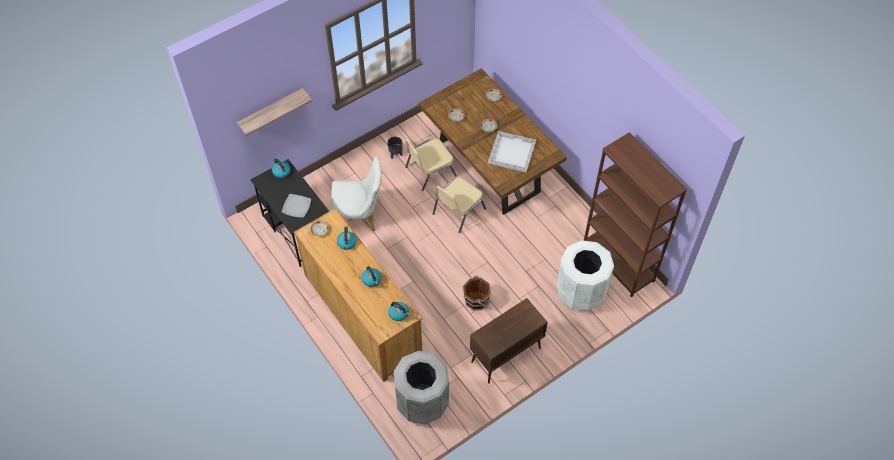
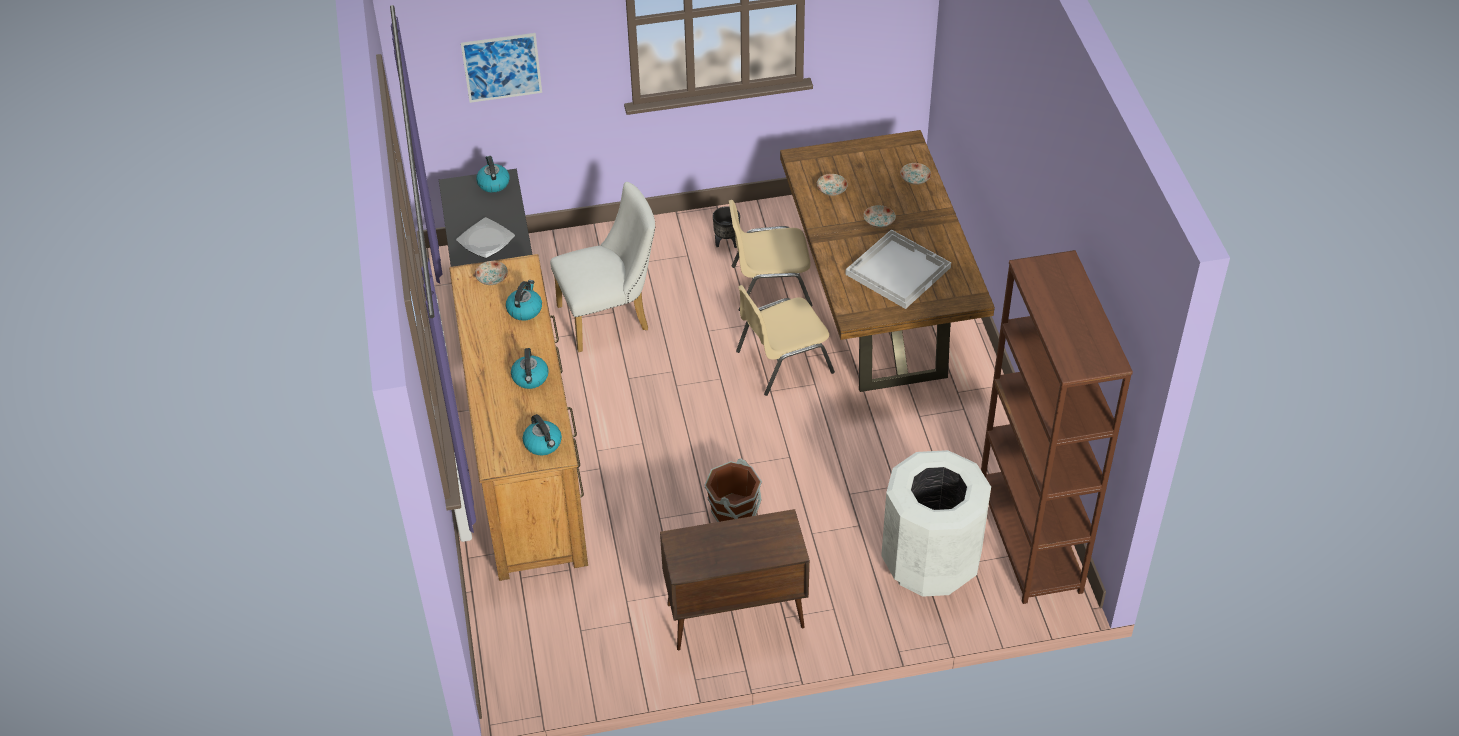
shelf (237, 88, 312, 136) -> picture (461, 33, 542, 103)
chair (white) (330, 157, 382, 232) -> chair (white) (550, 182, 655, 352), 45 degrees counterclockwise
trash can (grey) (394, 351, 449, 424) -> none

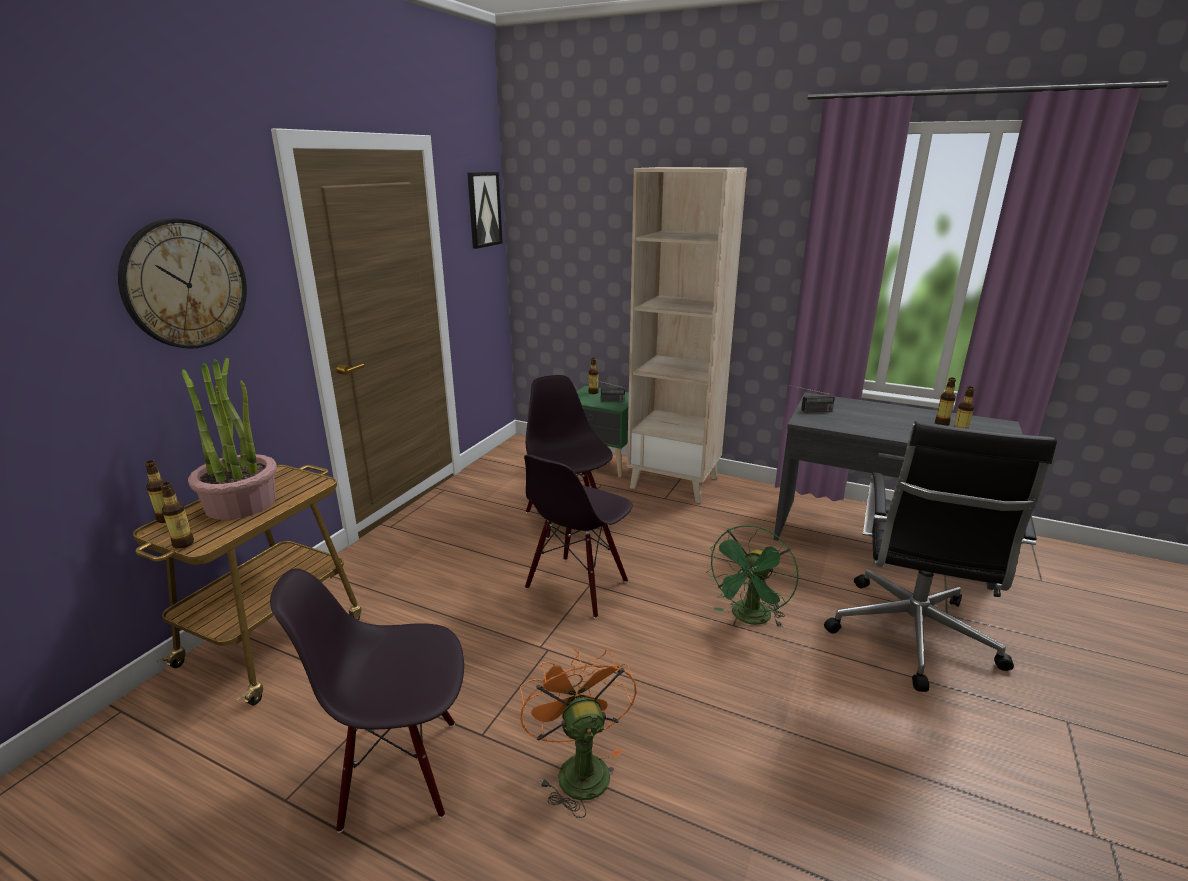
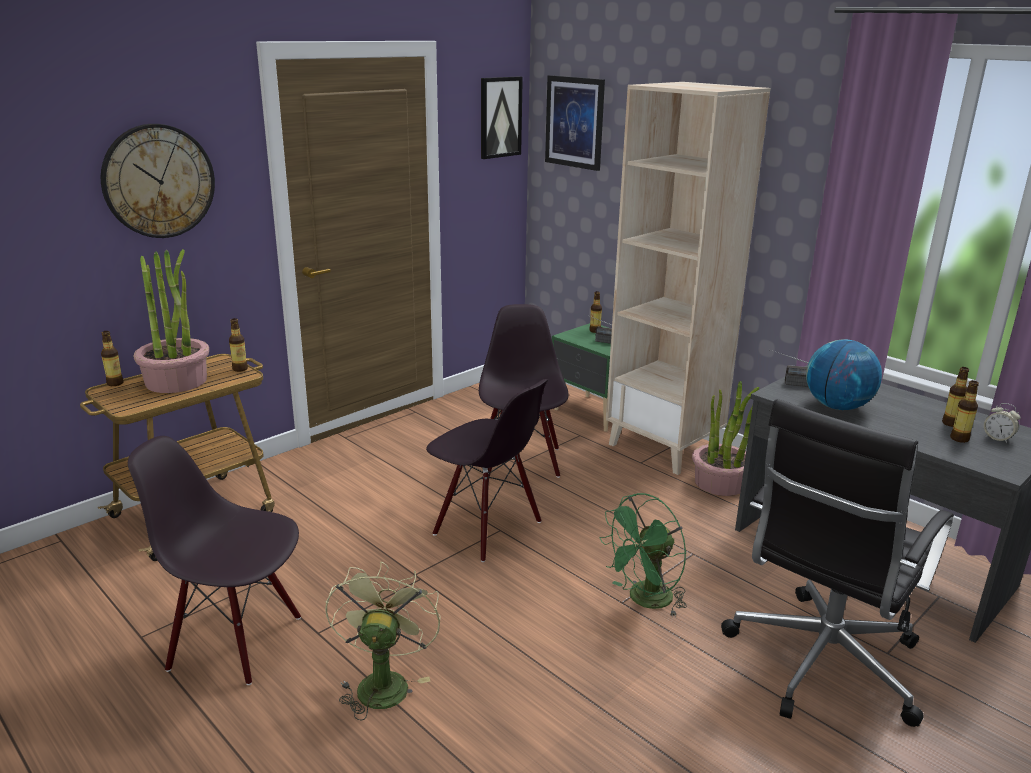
chair (black) (524, 455, 633, 618) -> chair (black) (426, 379, 548, 562), 105 degrees counterclockwise
bottle (161, 482, 194, 549) -> bottle (229, 318, 248, 372), moved
fan (orange) (520, 649, 637, 818) -> fan (green) (325, 561, 441, 721)
none -> picture (545, 75, 605, 171)
none -> globe (806, 339, 882, 410)
none -> potted plant (692, 381, 759, 496)
none -> alarm clock (984, 403, 1020, 443)

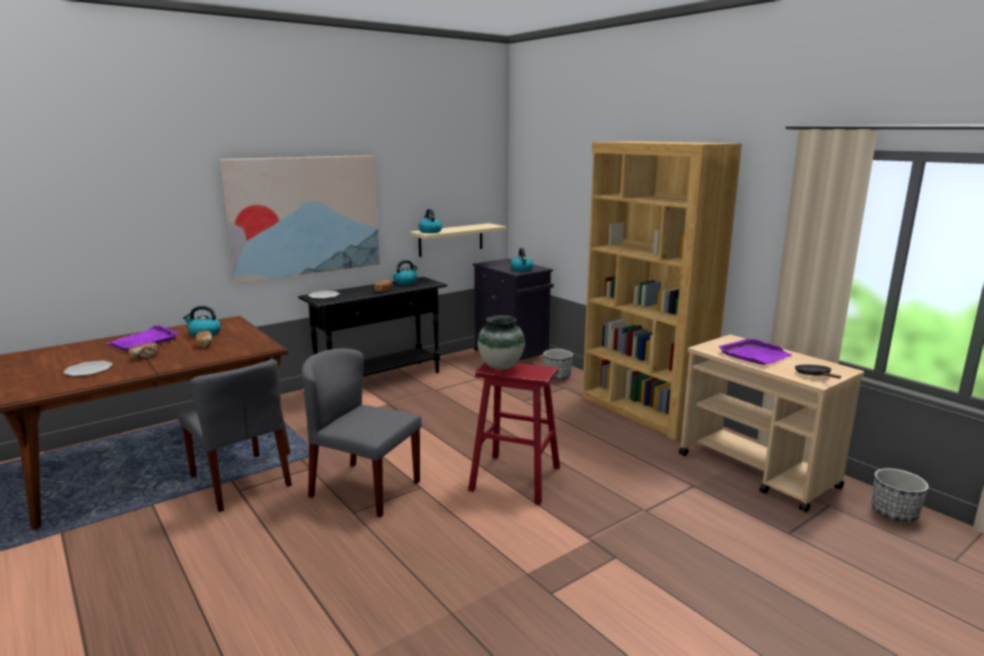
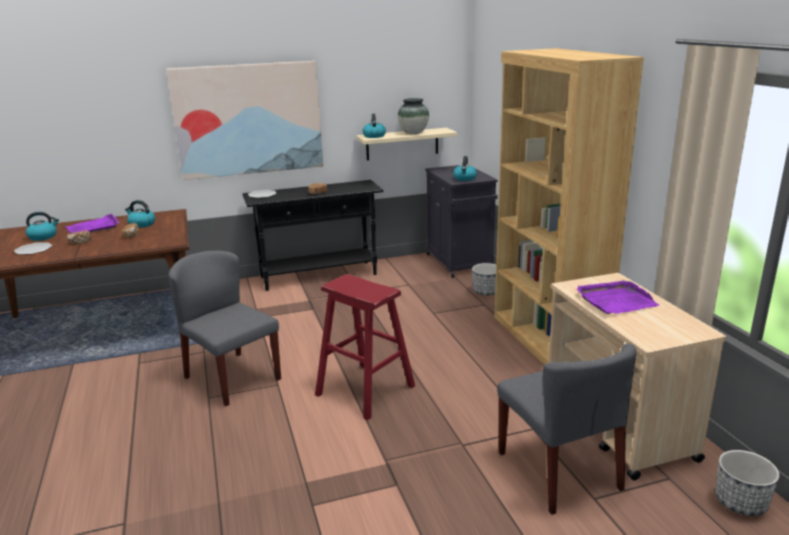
kettle (393, 260, 418, 285) -> kettle (26, 212, 59, 241), moved
vase (478, 315, 525, 370) -> vase (398, 98, 429, 134), moved
chair (grey) (178, 359, 292, 512) -> chair (grey) (497, 343, 637, 515), moved
frying pan (black) (795, 365, 841, 379) -> none

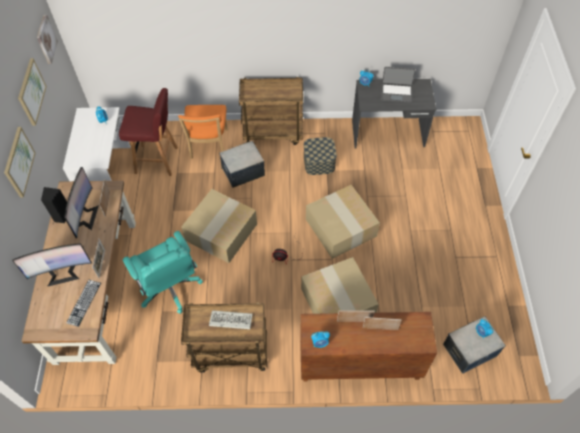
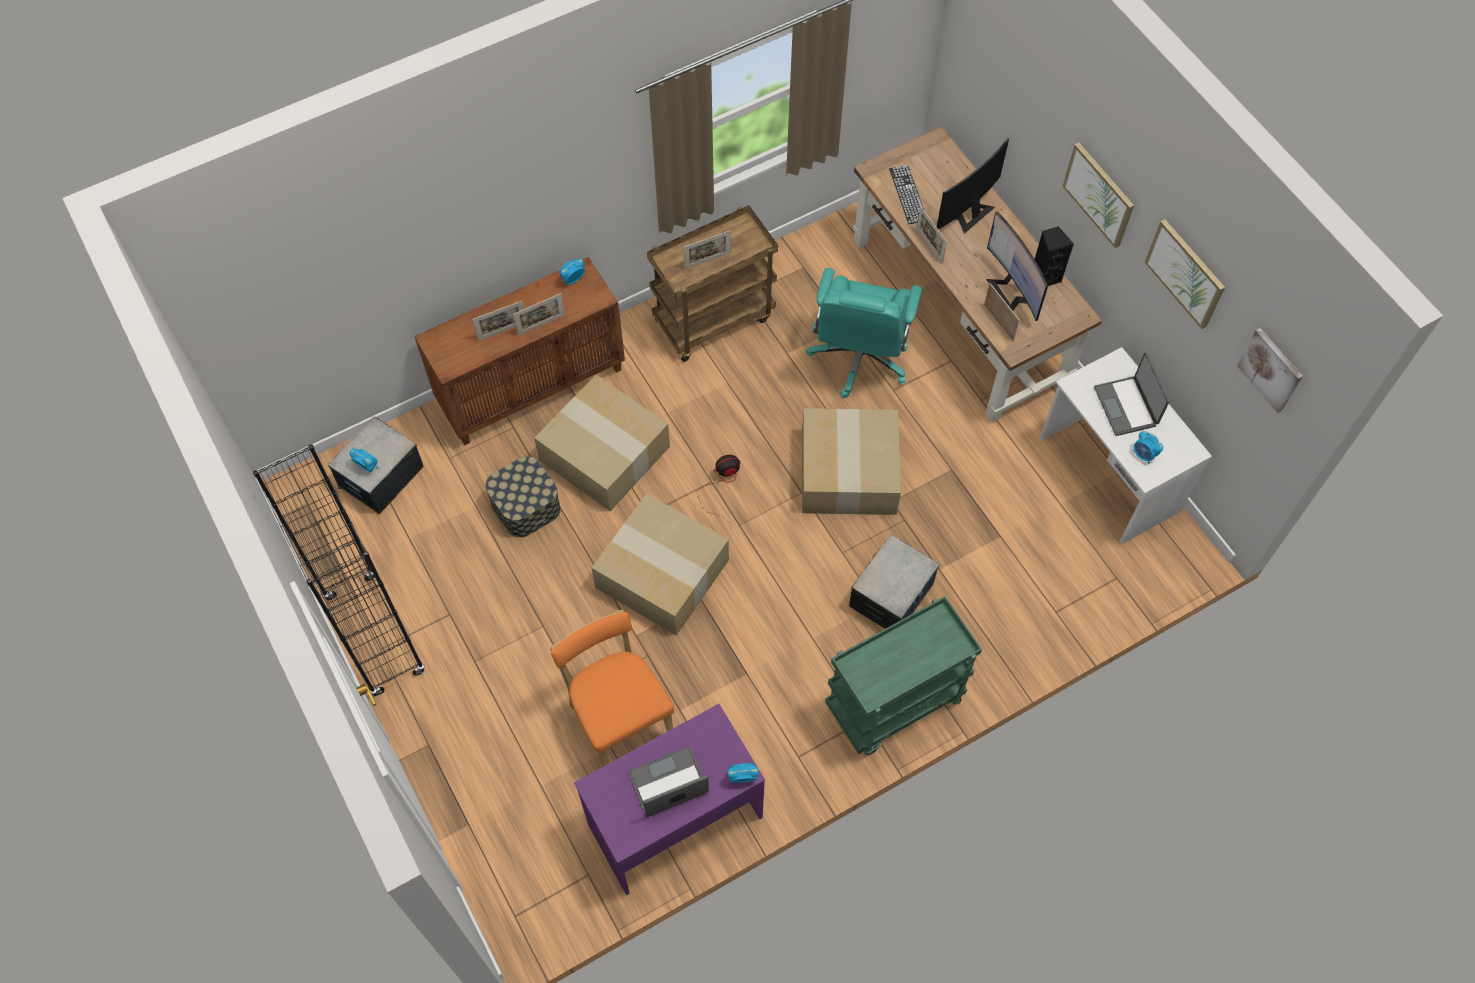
cart (brown) (239, 77, 303, 145) -> cart (green) (825, 596, 982, 755)
desk (grey) (352, 79, 436, 148) -> desk (purple) (574, 704, 765, 895)
stool (red) (119, 88, 178, 176) -> none
chair (orange) (178, 105, 228, 159) -> chair (orange) (550, 610, 674, 766), moved
storage box (304, 137, 337, 175) -> storage box (485, 456, 561, 538), moved
office chair (turquoise) (123, 231, 203, 314) -> office chair (turquoise) (806, 268, 922, 398), 105 degrees counterclockwise
keyboard (209, 310, 252, 329) -> picture frame (683, 230, 731, 269)
none -> laptop (1094, 352, 1170, 436)
none -> bookcase (black) (253, 444, 425, 697)

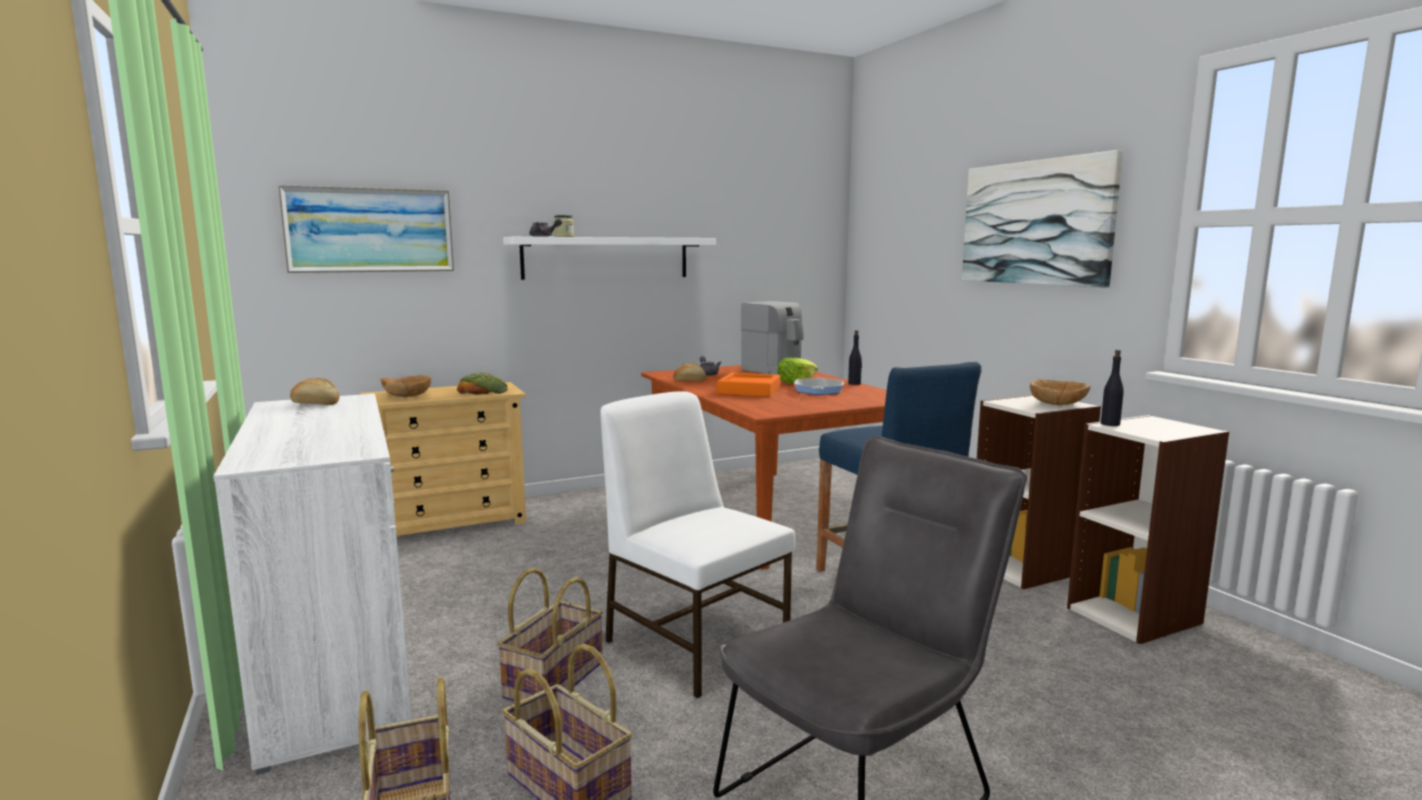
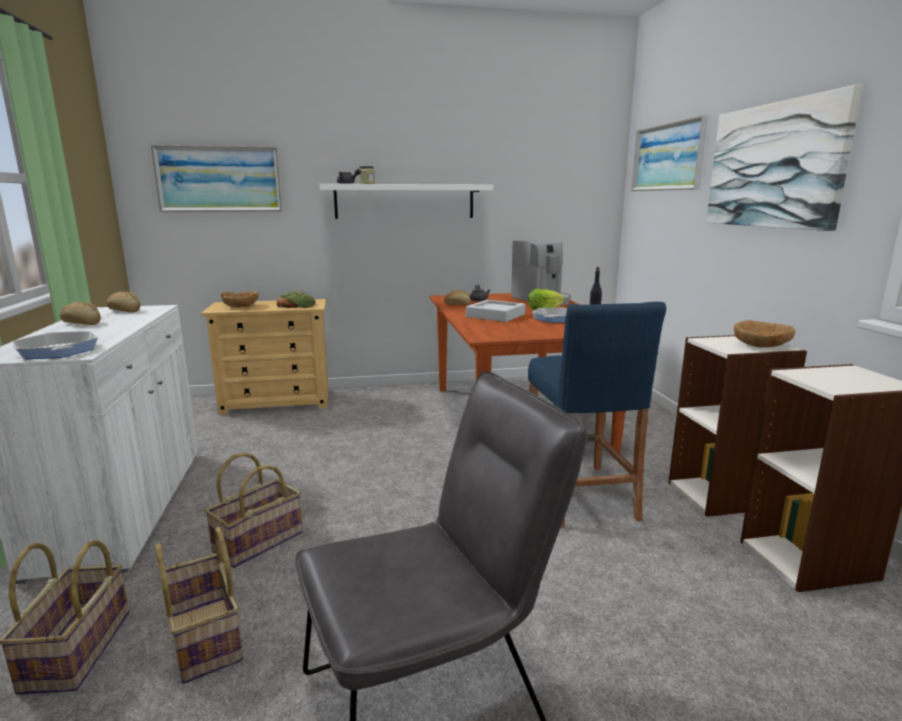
bottle (black) (1101, 350, 1124, 426) -> none
tray (orange) (717, 373, 781, 397) -> tray (grey) (466, 300, 526, 322)
chair (white) (600, 391, 795, 698) -> none
none -> picture (631, 115, 708, 191)
none -> bread (60, 302, 101, 325)
none -> frying pan (12, 331, 98, 359)

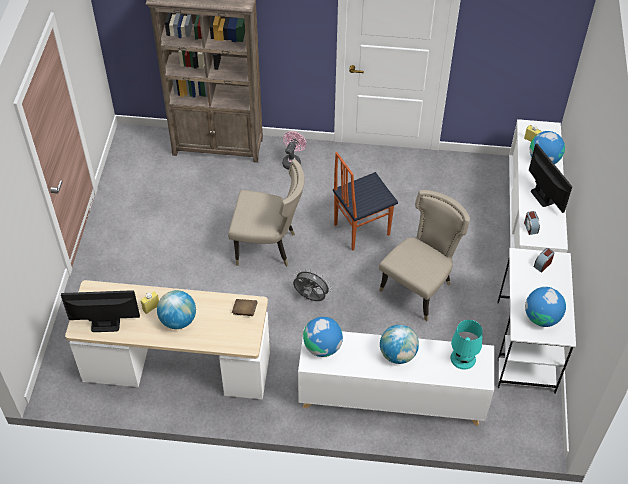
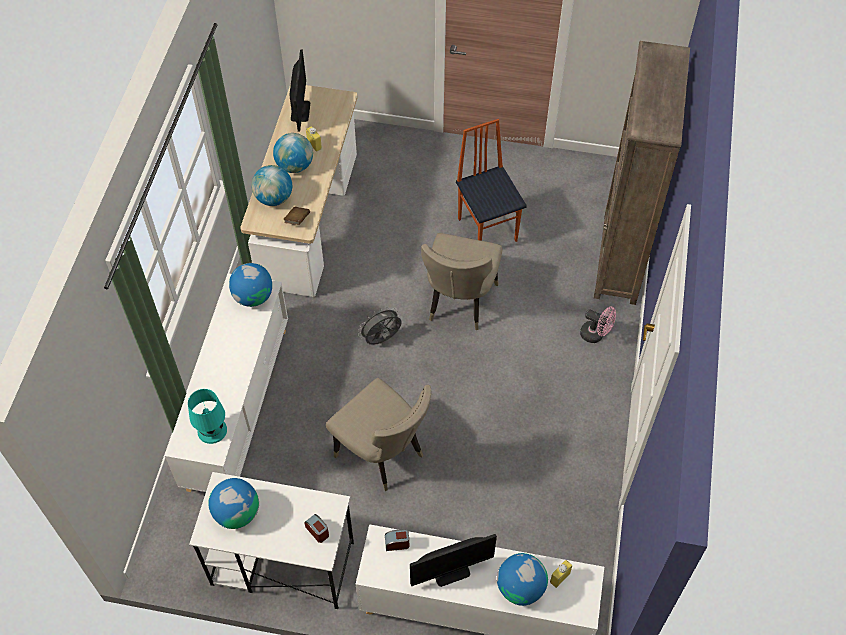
chair (333, 152, 398, 251) -> chair (456, 119, 527, 242), moved
fan (grey) (293, 269, 332, 301) -> fan (grey) (358, 307, 402, 345), 150 degrees counterclockwise
globe (380, 325, 419, 364) -> globe (252, 165, 292, 206), moved

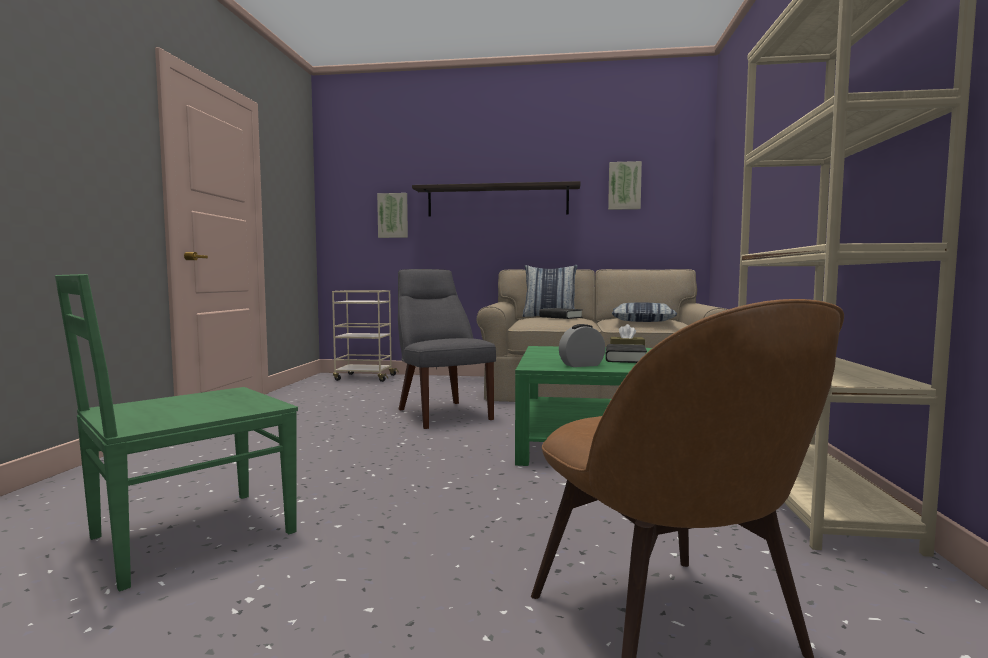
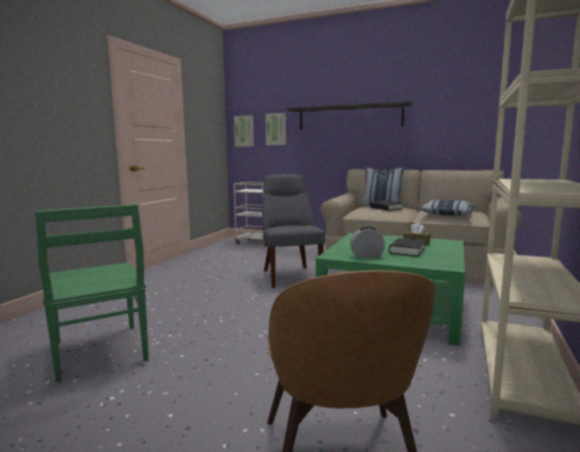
picture (608, 161, 642, 210) -> picture (234, 115, 254, 147), moved
chair (green) (55, 274, 298, 591) -> chair (green) (35, 204, 149, 383), 90 degrees counterclockwise

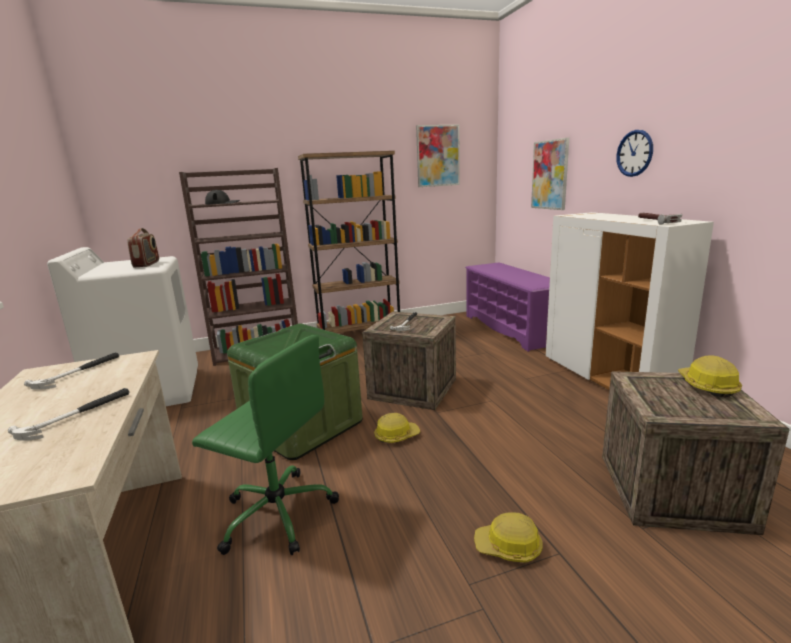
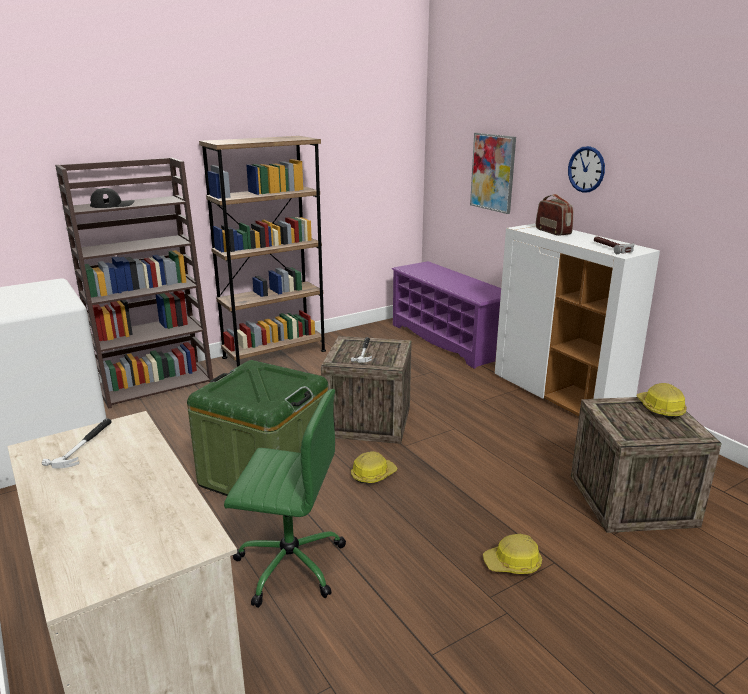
picture (416, 125, 460, 187) -> none
radio (128, 228, 159, 267) -> radio (536, 194, 574, 236), moved
hammer (8, 388, 129, 440) -> none

